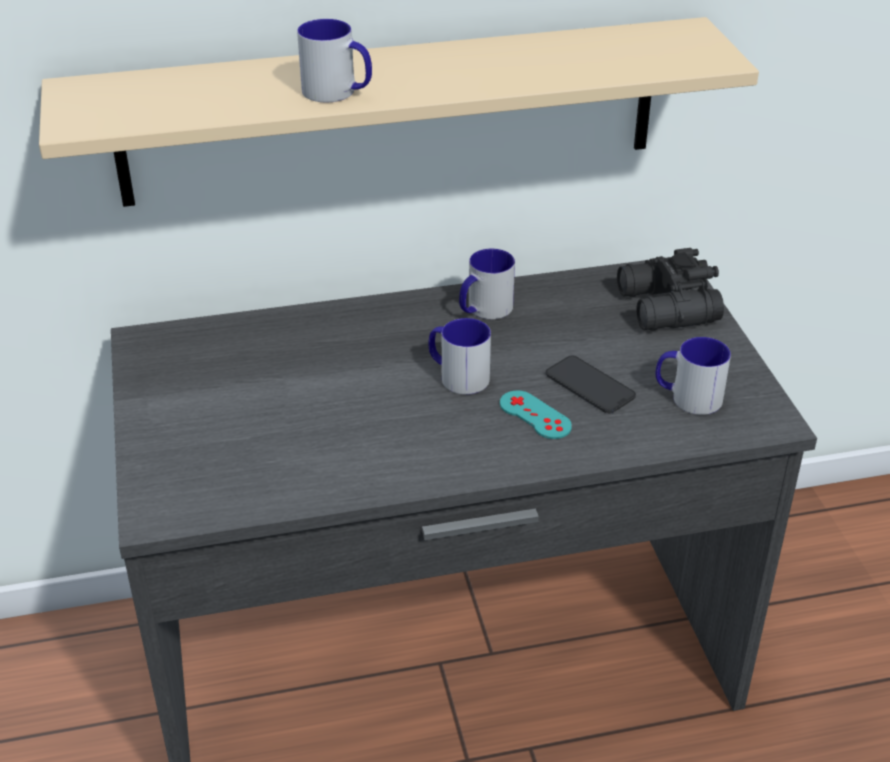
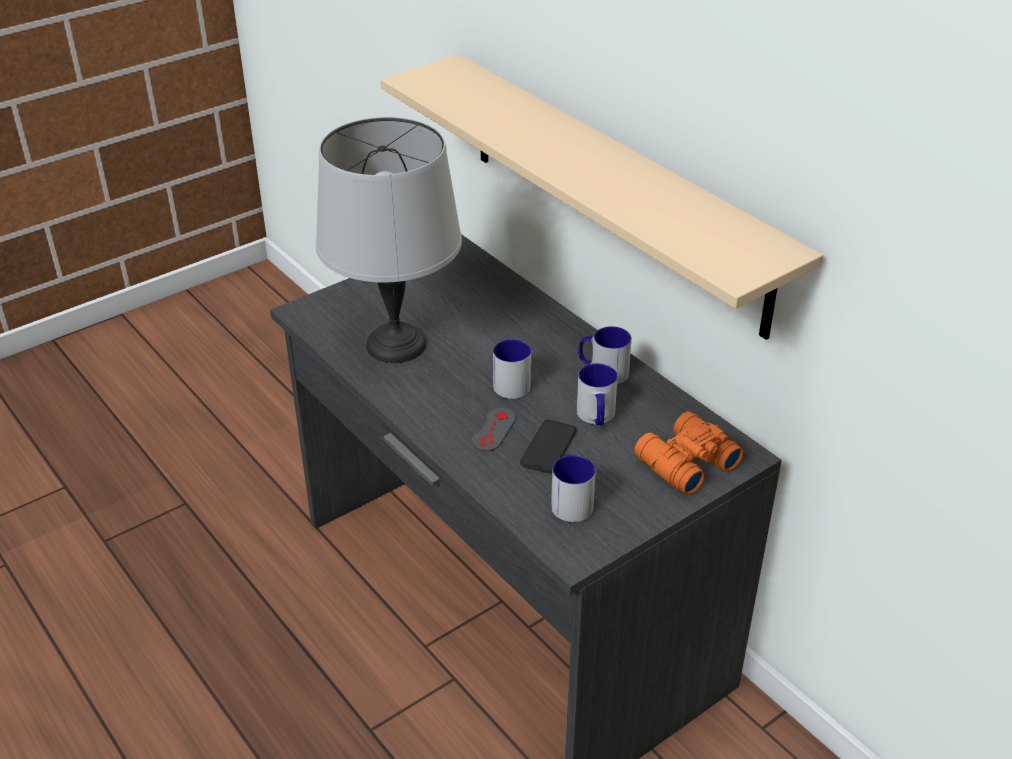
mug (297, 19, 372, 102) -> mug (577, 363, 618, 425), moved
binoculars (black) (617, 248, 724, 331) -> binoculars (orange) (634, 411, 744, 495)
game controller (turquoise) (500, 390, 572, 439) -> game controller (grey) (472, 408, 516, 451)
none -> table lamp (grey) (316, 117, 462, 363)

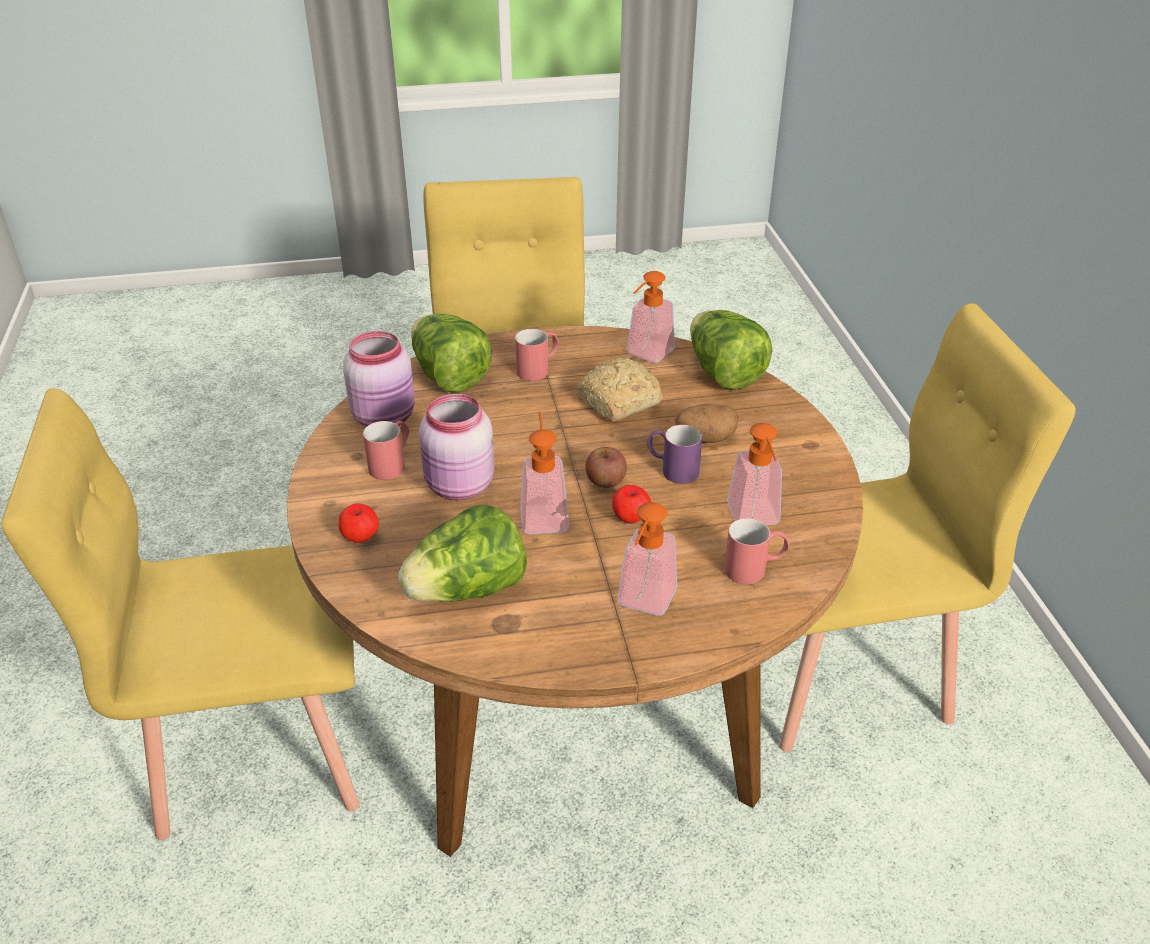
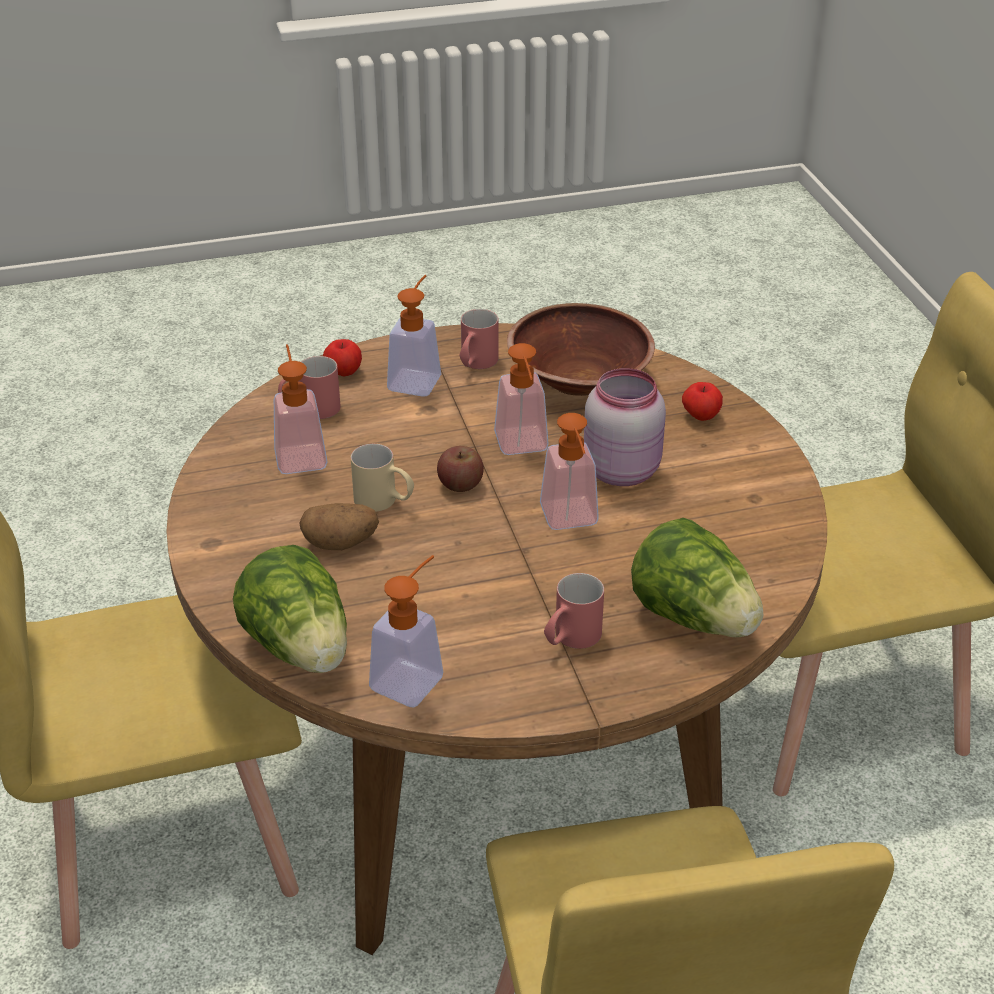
jar (pink) (343, 331, 415, 427) -> none
bread (577, 357, 662, 421) -> none
mug (red) (363, 421, 410, 480) -> mug (red) (459, 309, 498, 369), moved
mug (purple) (647, 425, 702, 484) -> mug (beige) (351, 444, 414, 512)
apple (612, 485, 651, 524) -> apple (323, 339, 362, 376), moved
lettuce (398, 505, 527, 602) -> bowl (brown) (507, 303, 655, 396)
none -> soap dispenser (540, 413, 599, 530)

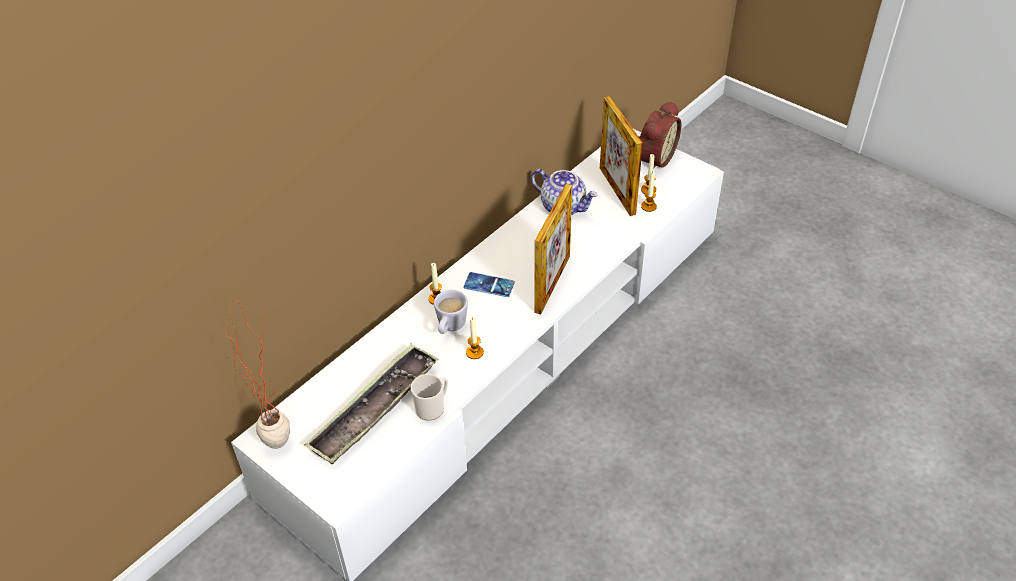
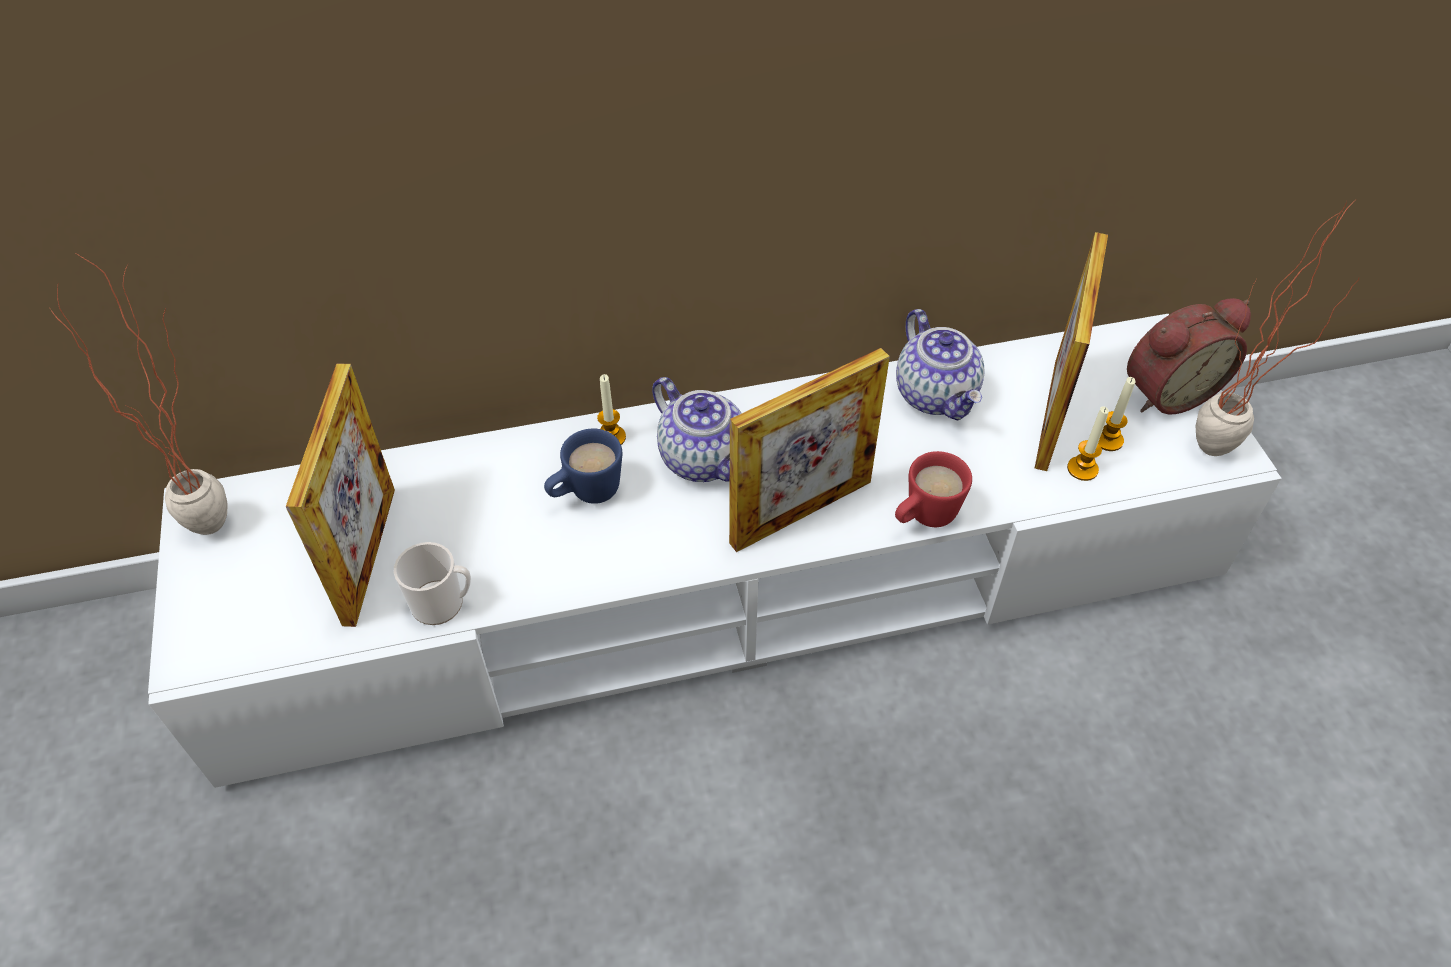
phone (464, 272, 515, 297) -> teapot (652, 377, 742, 482)
mug (white) (434, 290, 468, 334) -> mug (blue) (544, 429, 622, 504)
candle (466, 316, 484, 359) -> none
tray (304, 344, 438, 464) -> picture frame (286, 363, 395, 627)
none -> potted plant (1195, 201, 1359, 456)
none -> mug (red) (895, 451, 972, 527)

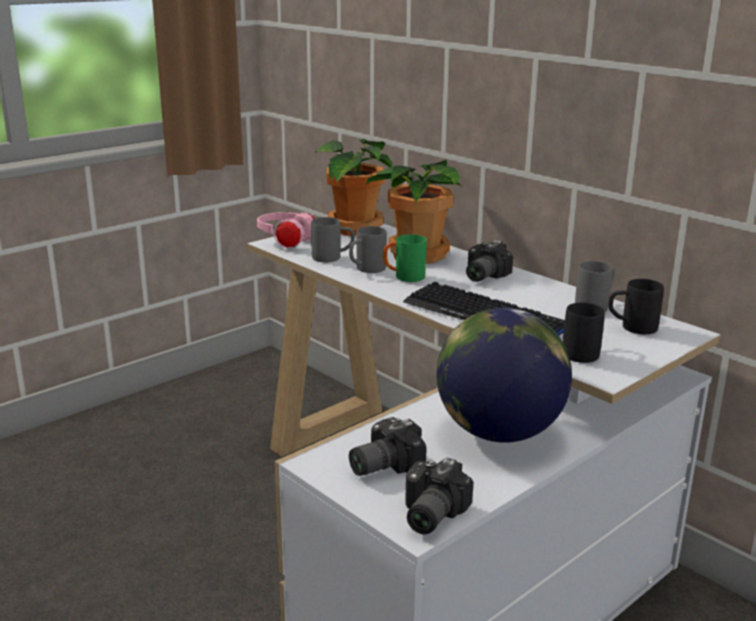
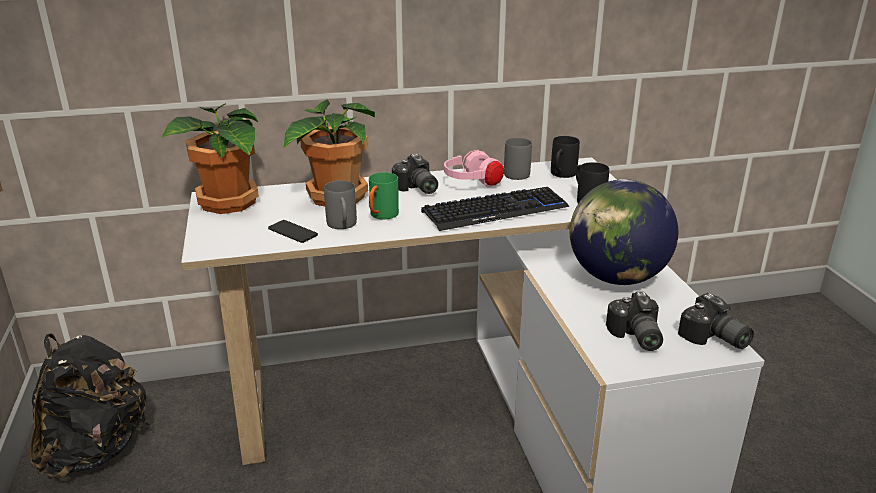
headphones (pink) (257, 212, 315, 249) -> headphones (pink) (444, 150, 504, 187), moved
mug (grey) (311, 217, 355, 262) -> phone (268, 220, 318, 243)
none -> backpack (black) (30, 333, 149, 479)

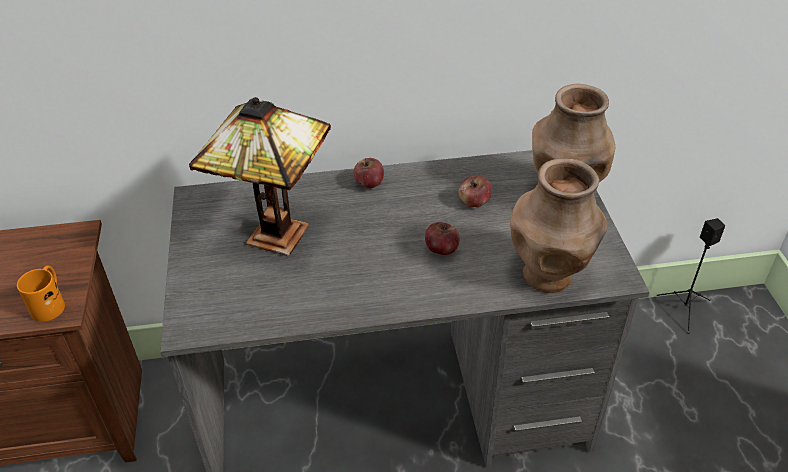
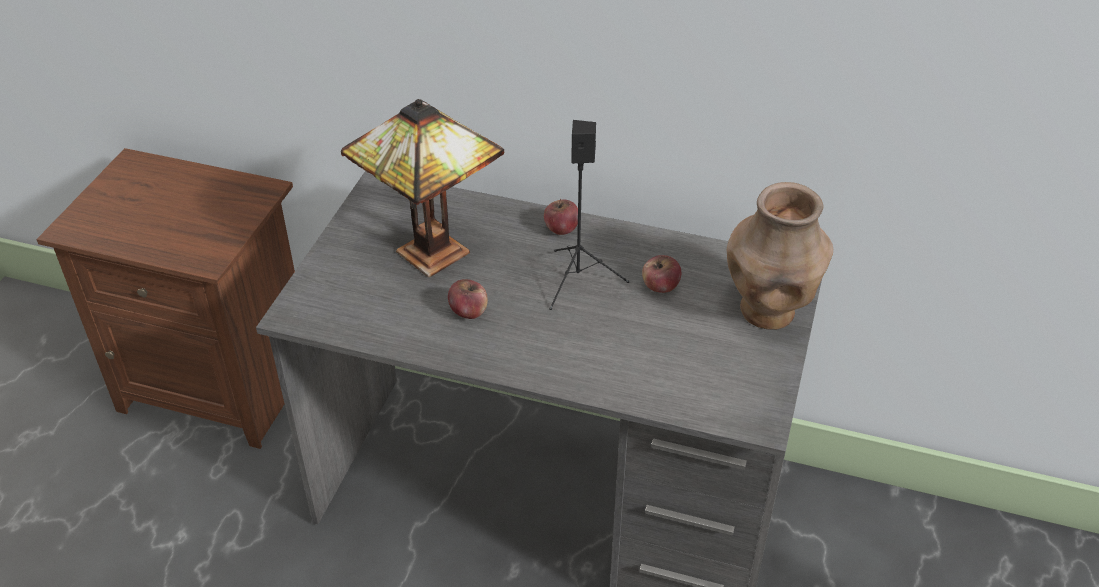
vase (brown) (510, 158, 608, 293) -> none
speaker (black) (657, 218, 725, 334) -> speaker (black) (549, 120, 629, 310), moved
apple (425, 222, 460, 255) -> apple (448, 279, 488, 319), moved
mug (orange) (17, 265, 65, 322) -> none

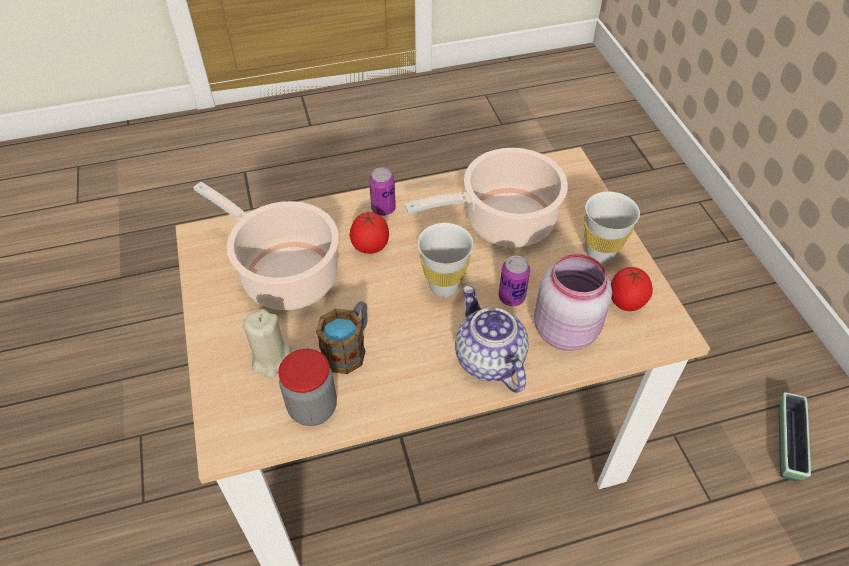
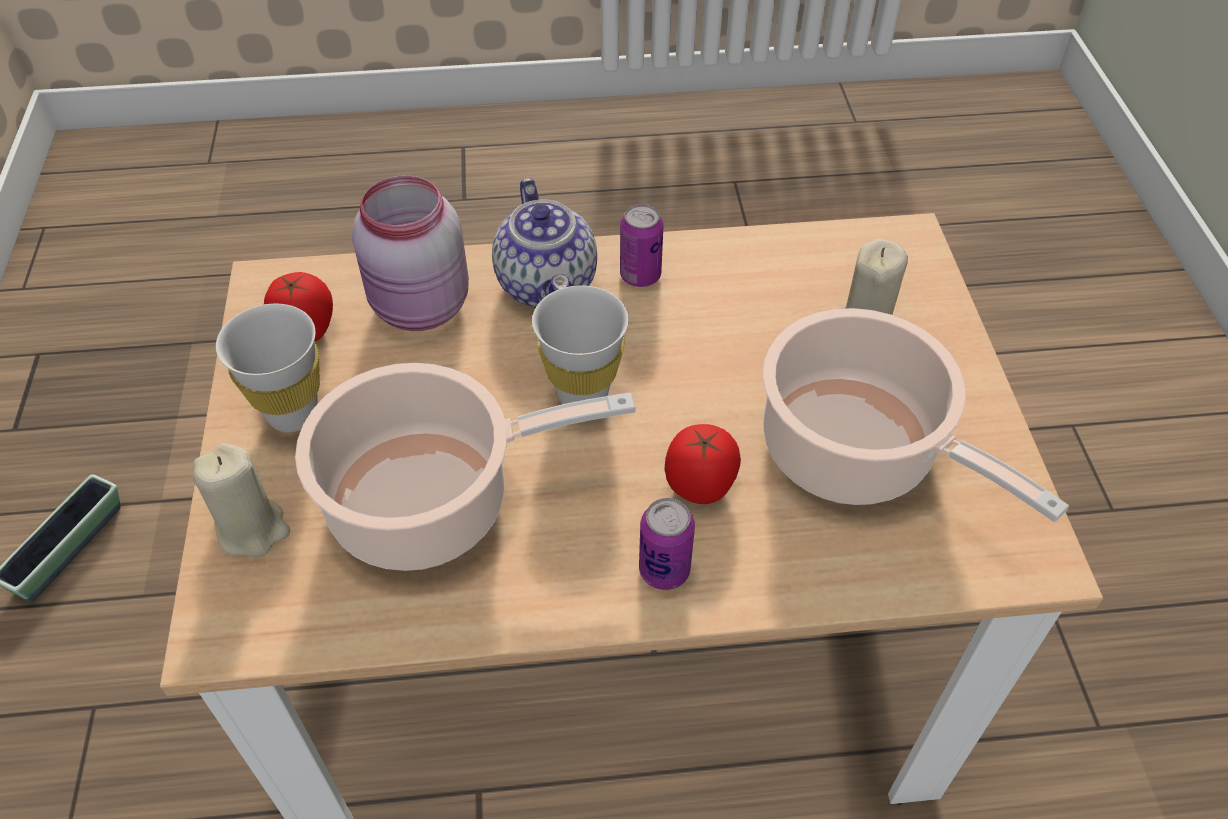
can (499, 255, 530, 306) -> can (620, 204, 663, 287), moved
mug (316, 301, 368, 374) -> none
jar (278, 349, 337, 426) -> none
none -> candle (beige) (193, 443, 290, 557)

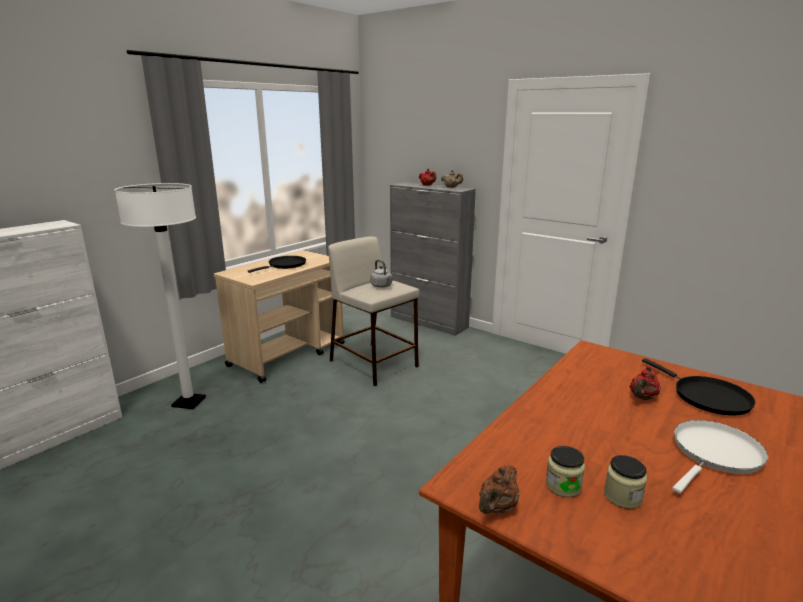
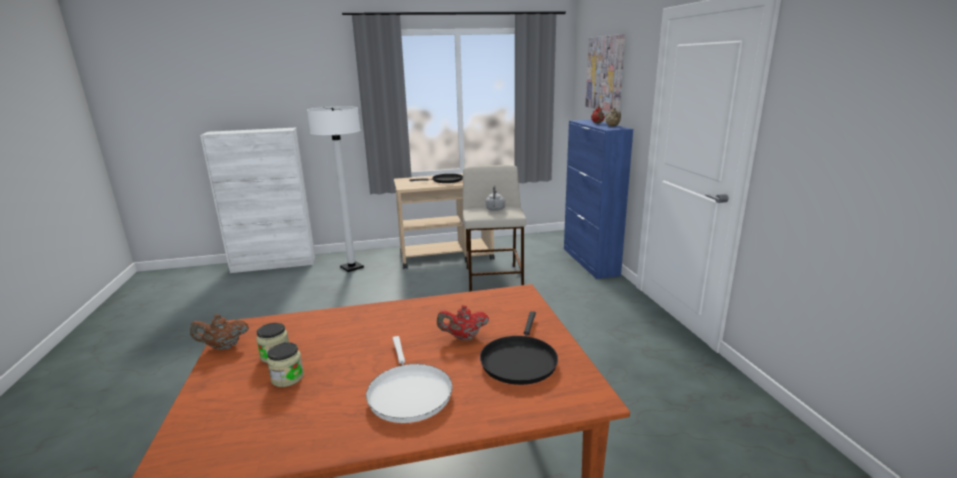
cabinet (grey) (390, 182, 476, 336) -> cabinet (blue) (564, 119, 633, 279)
frying pan (white) (672, 420, 768, 494) -> frying pan (white) (366, 336, 452, 423), 75 degrees clockwise
none -> picture (585, 34, 625, 111)

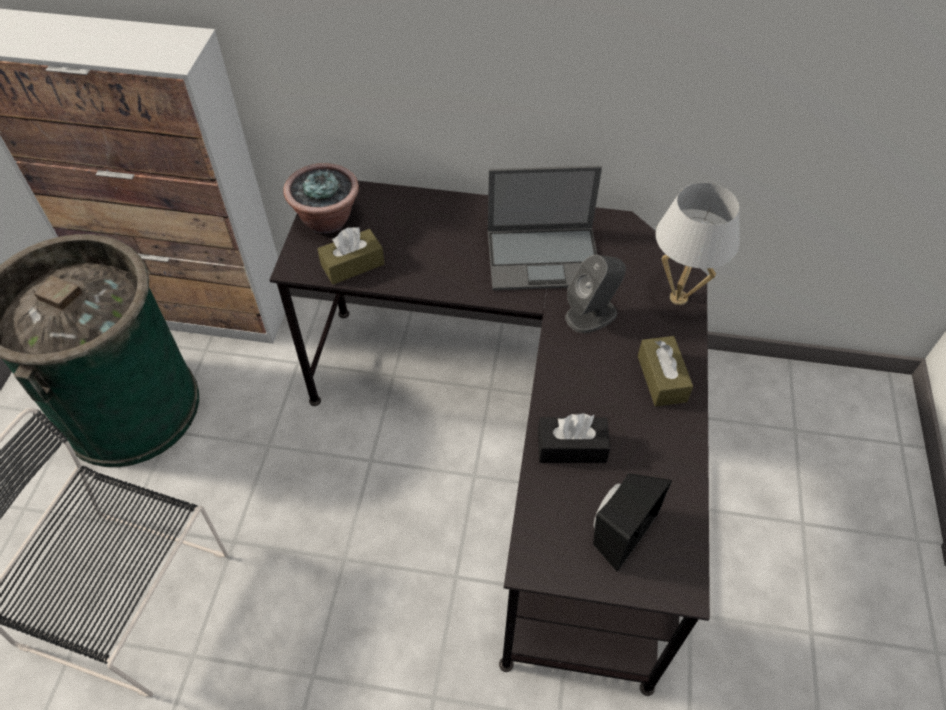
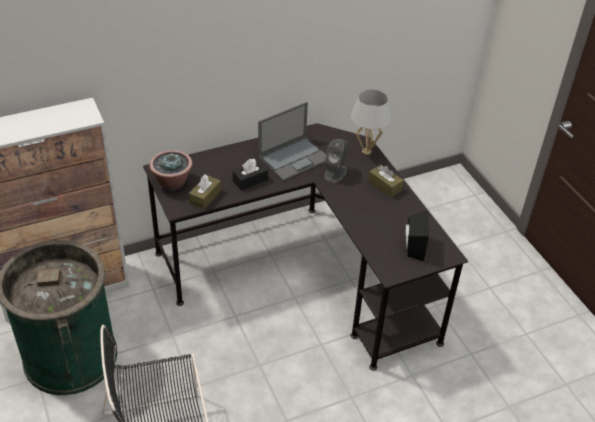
tissue box (black) (538, 413, 610, 463) -> tissue box (black) (233, 159, 268, 190), moved

